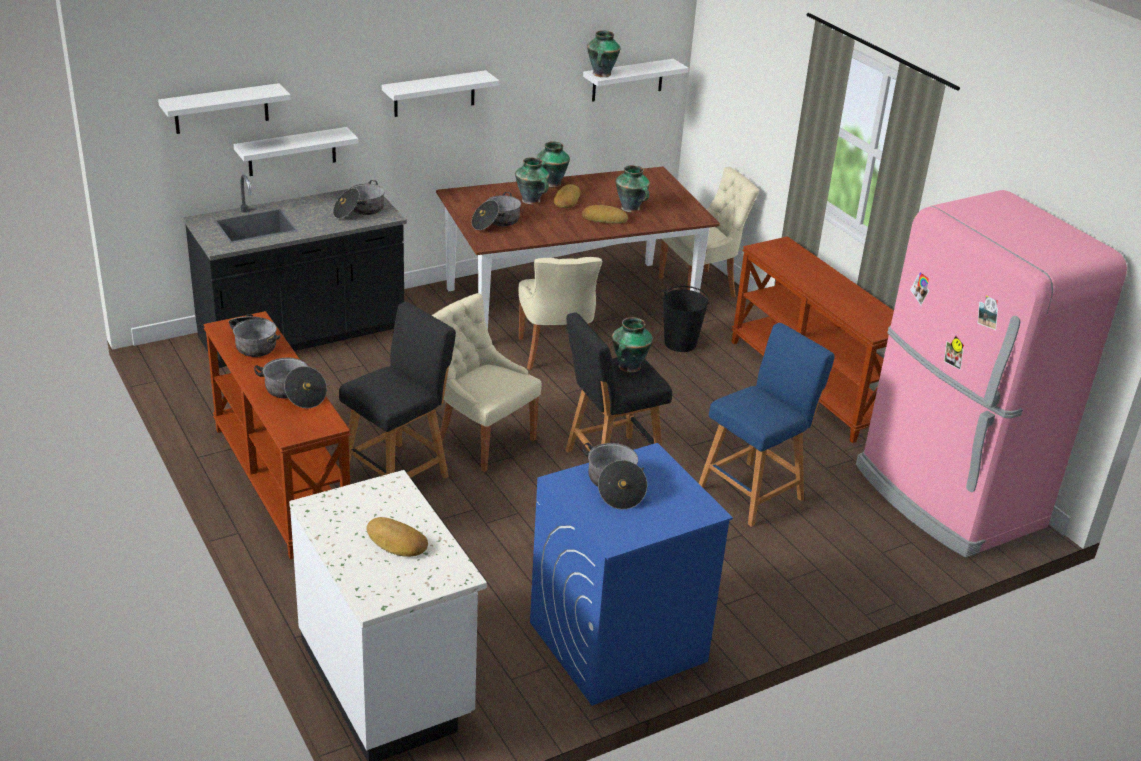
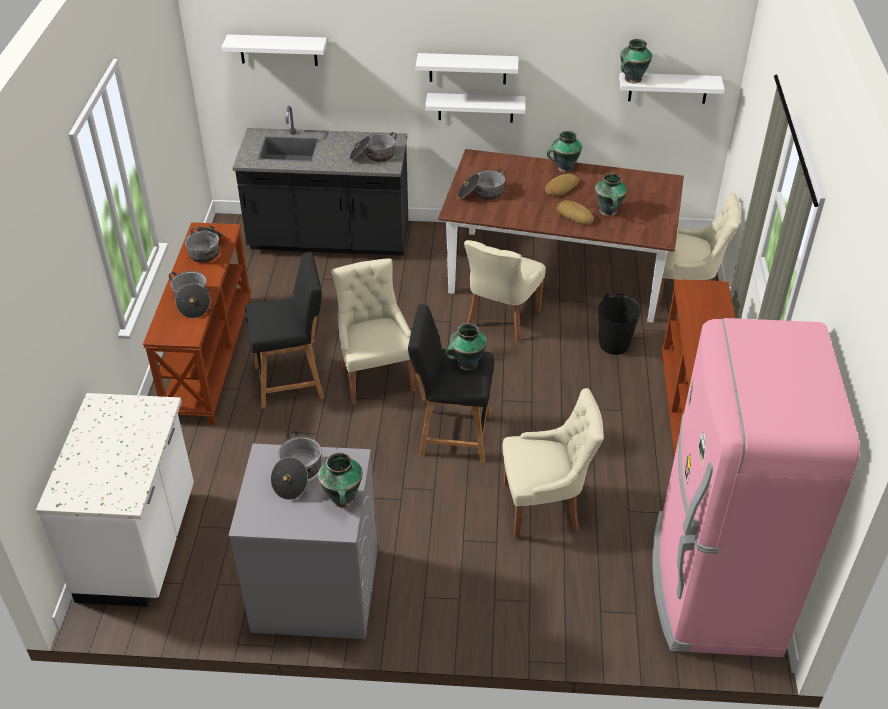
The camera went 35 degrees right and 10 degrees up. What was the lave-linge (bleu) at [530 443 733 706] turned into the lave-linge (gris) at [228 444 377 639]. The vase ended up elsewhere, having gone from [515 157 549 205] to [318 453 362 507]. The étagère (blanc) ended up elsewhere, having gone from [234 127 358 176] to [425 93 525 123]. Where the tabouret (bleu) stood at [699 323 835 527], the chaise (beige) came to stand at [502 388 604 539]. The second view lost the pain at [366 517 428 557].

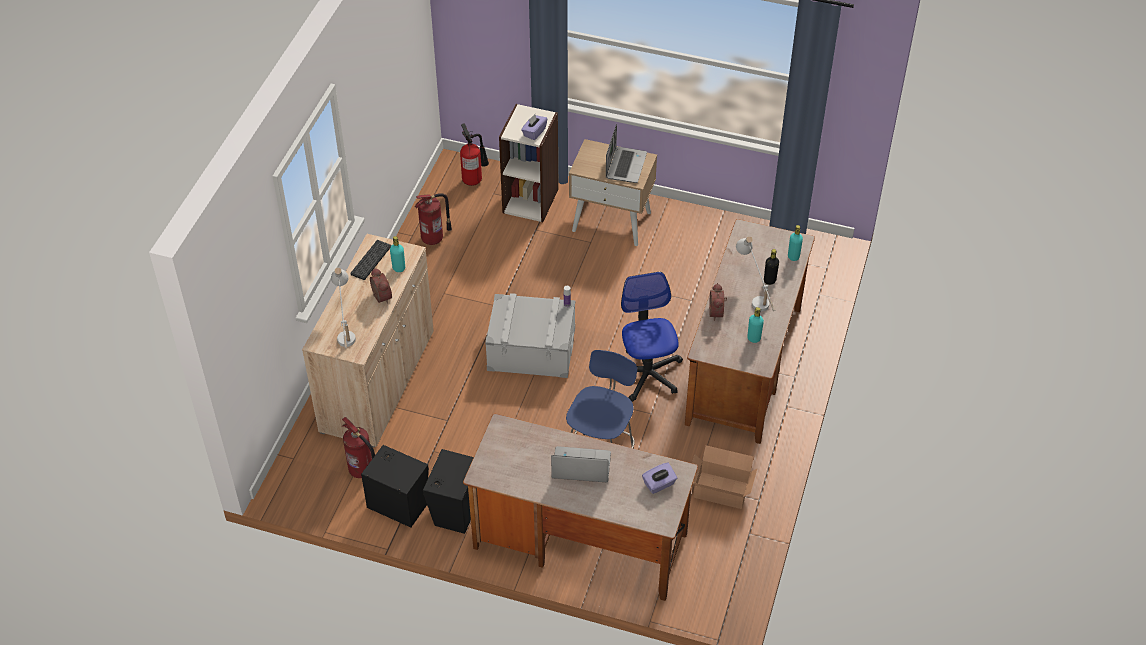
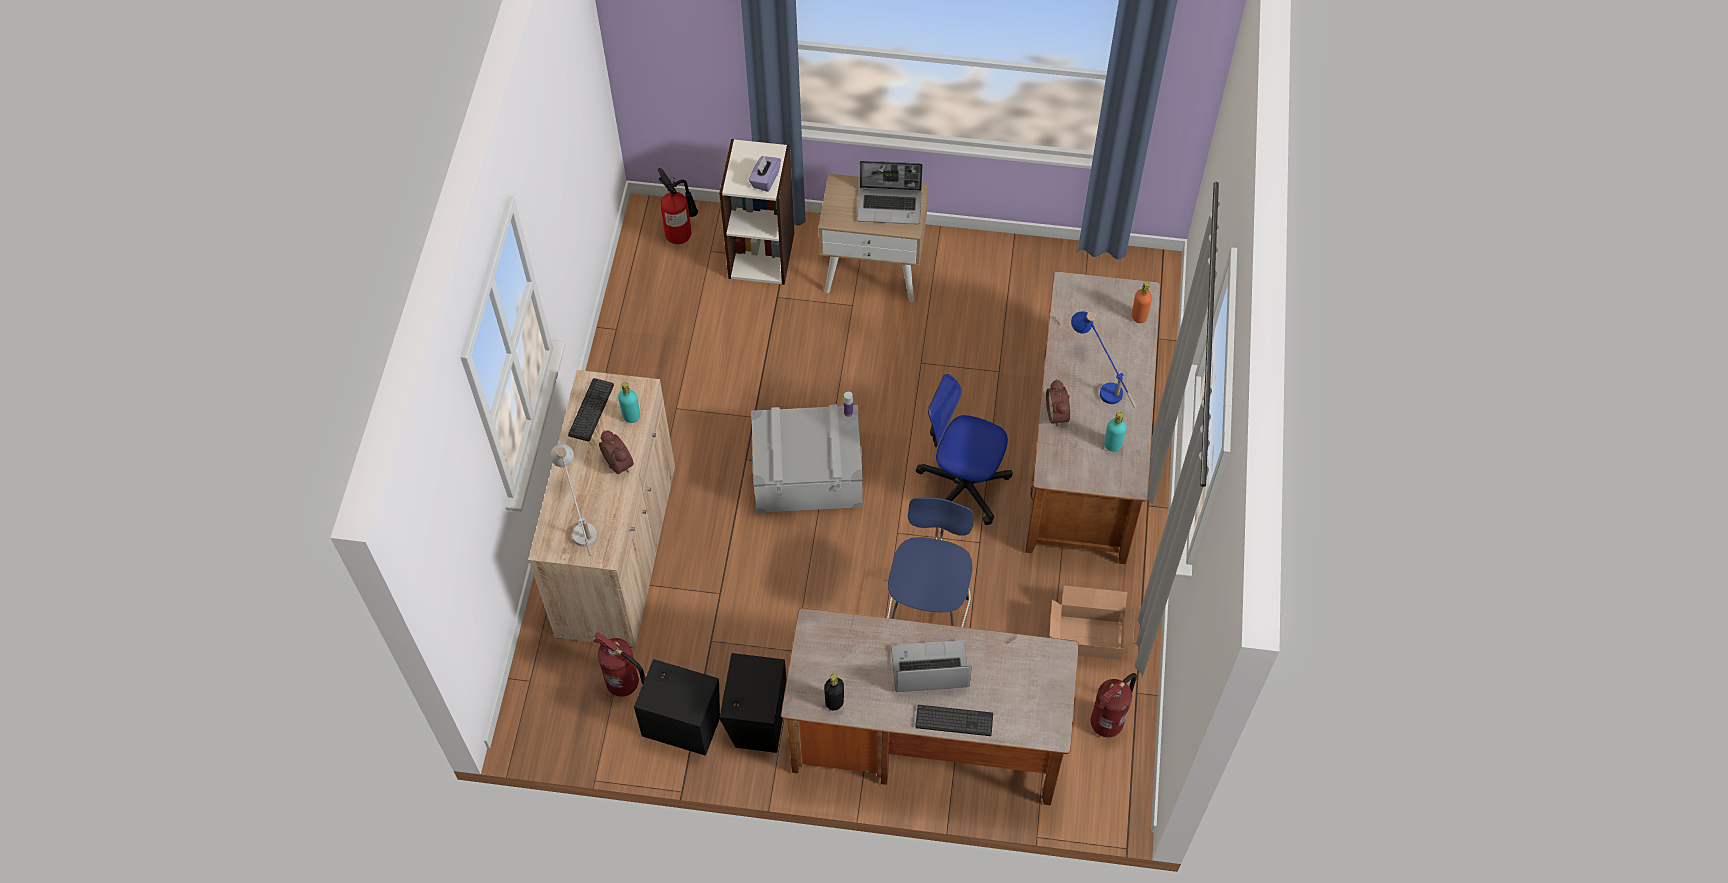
The camera went 10 degrees left and 10 degrees up. The bouteille (noir) ended up elsewhere, having gone from [764 249 779 285] to [824 674 844 711]. The ordinateur portable at [606 124 647 183] ended up facing another way, 90 degrees clockwise from before. The second view gained the clavier at [915 705 993 736]. The chaise de bureau at [621 272 683 402] ended up facing another way, 45 degrees counterclockwise from before. What was the lampe de table (blanc) at [736 236 775 312] turned into the lampe de table (bleu) at [1071 311 1136 407]. The extincteur ended up elsewhere, having gone from [415 193 452 245] to [1091 673 1137 737]. What was the bouteille (turquoise) at [788 225 803 261] turned into the bouteille (orange) at [1132 282 1152 323]. The second view lost the boîte à mouchoirs (violet) at [642 463 677 494].

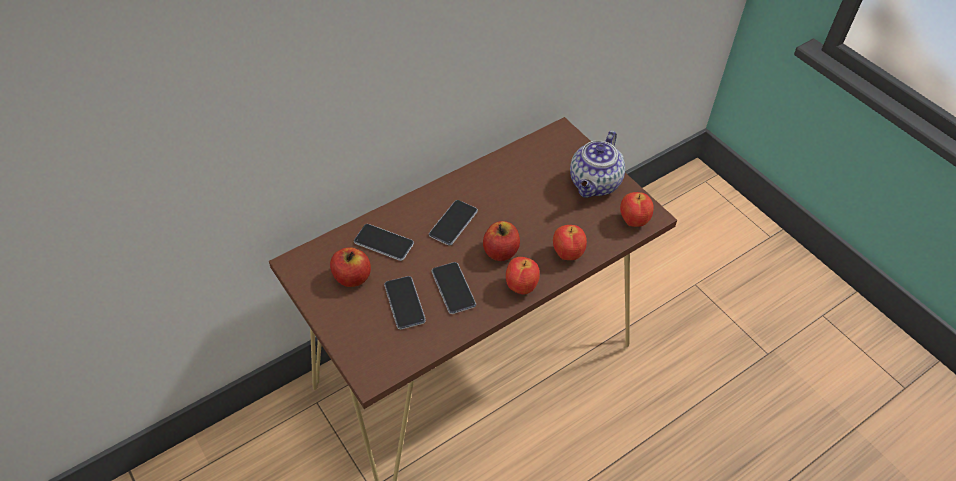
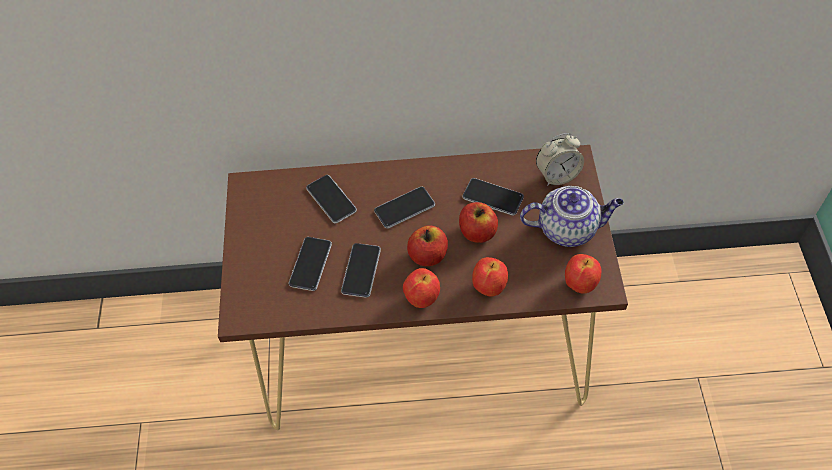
The camera went 35 degrees right and 5 degrees up. The pomme ended up elsewhere, having gone from [330 247 371 287] to [459 202 498 243]. The second view gained the téléphone at [462 178 524 216]. The théière at [570 131 625 198] ended up facing another way, 150 degrees counterclockwise from before. The second view gained the réveil at [536 133 584 186].

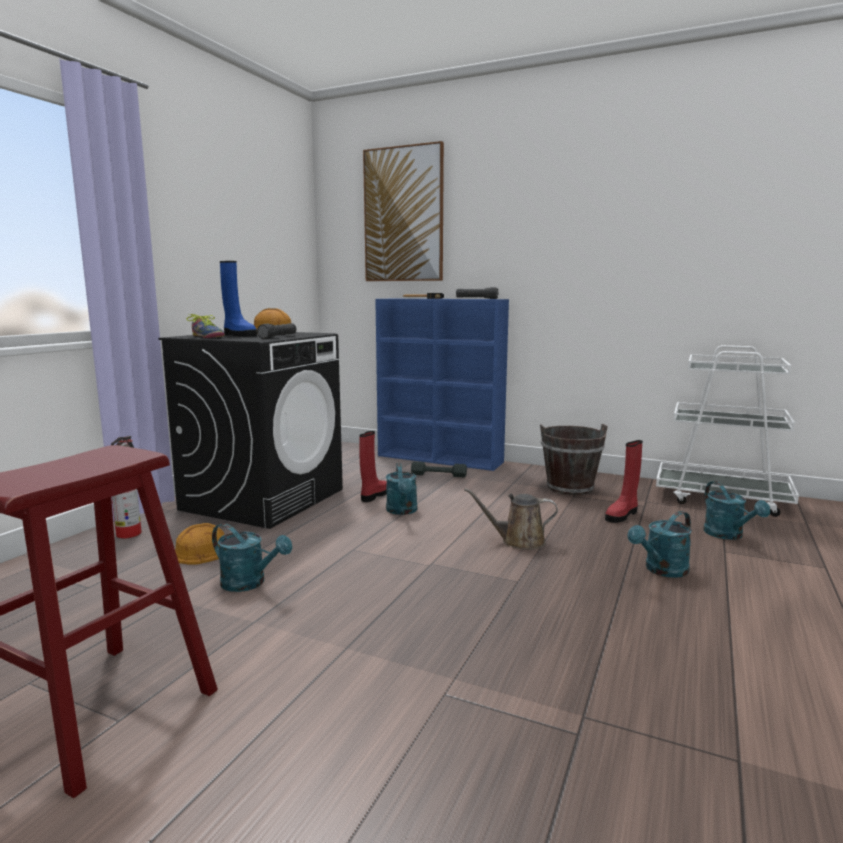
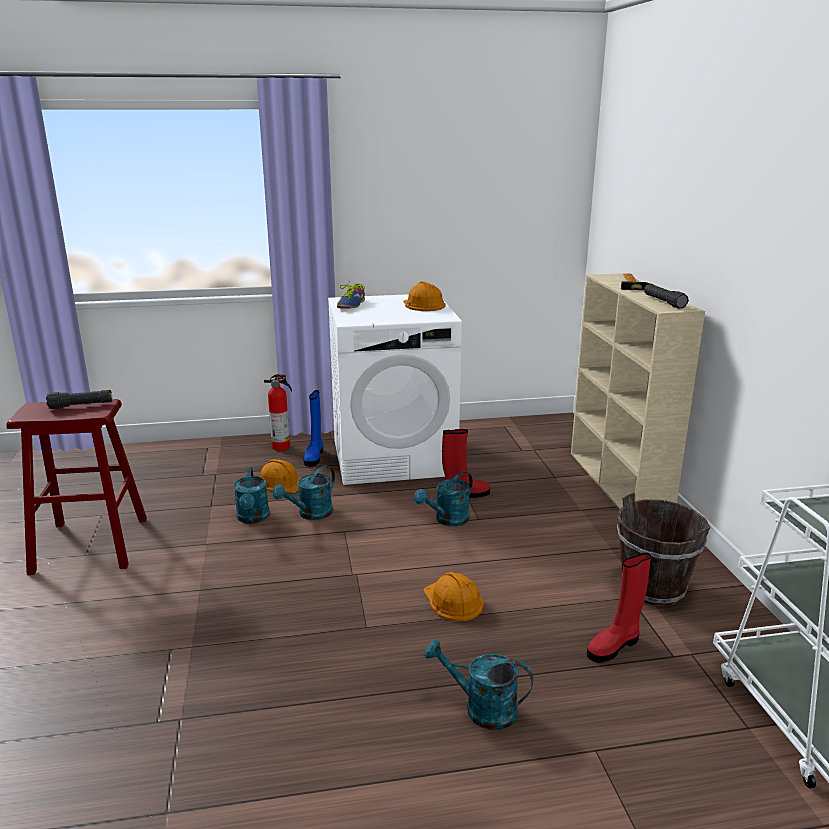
The camera went 55 degrees right and 10 degrees up. The lampe de poche (noir) ended up elsewhere, having gone from [257 323 297 339] to [46 390 112 409]. The arrosoir (turquoise) ended up elsewhere, having gone from [703 481 770 540] to [273 465 335 520]. The botte (bleu) ended up elsewhere, having gone from [220 261 257 337] to [303 390 323 467]. What was the lave-linge (noir) at [158 332 343 529] turned into the lave-linge (blanc) at [328 294 462 485]. Where the arrosoir (marron) stood at [464 488 558 550], the casque de chantier (orange) came to stand at [424 572 484 621]. What was the bibliothèque (bleu) at [375 299 509 471] turned into the bibliothèque (beige) at [571 273 705 510]. The botte (rouge) at [605 440 643 523] ended up facing another way, 45 degrees counterclockwise from before. The second view lost the tableau at [363 141 444 281]. The second view lost the haltère (gris) at [411 462 467 477].

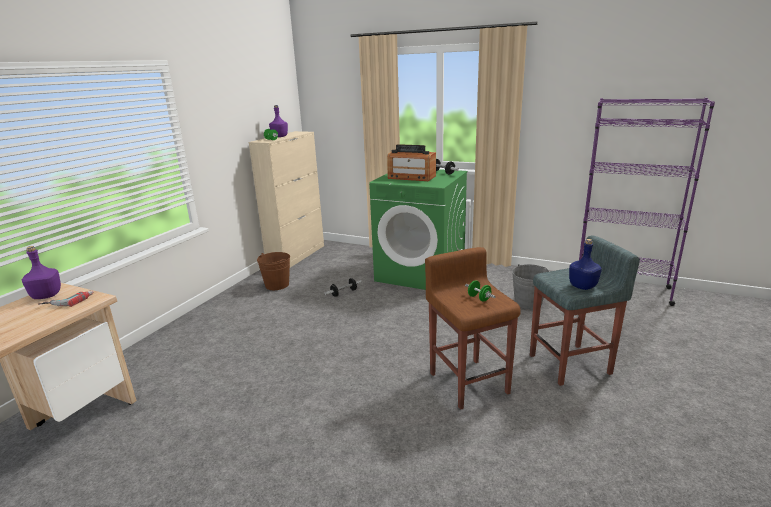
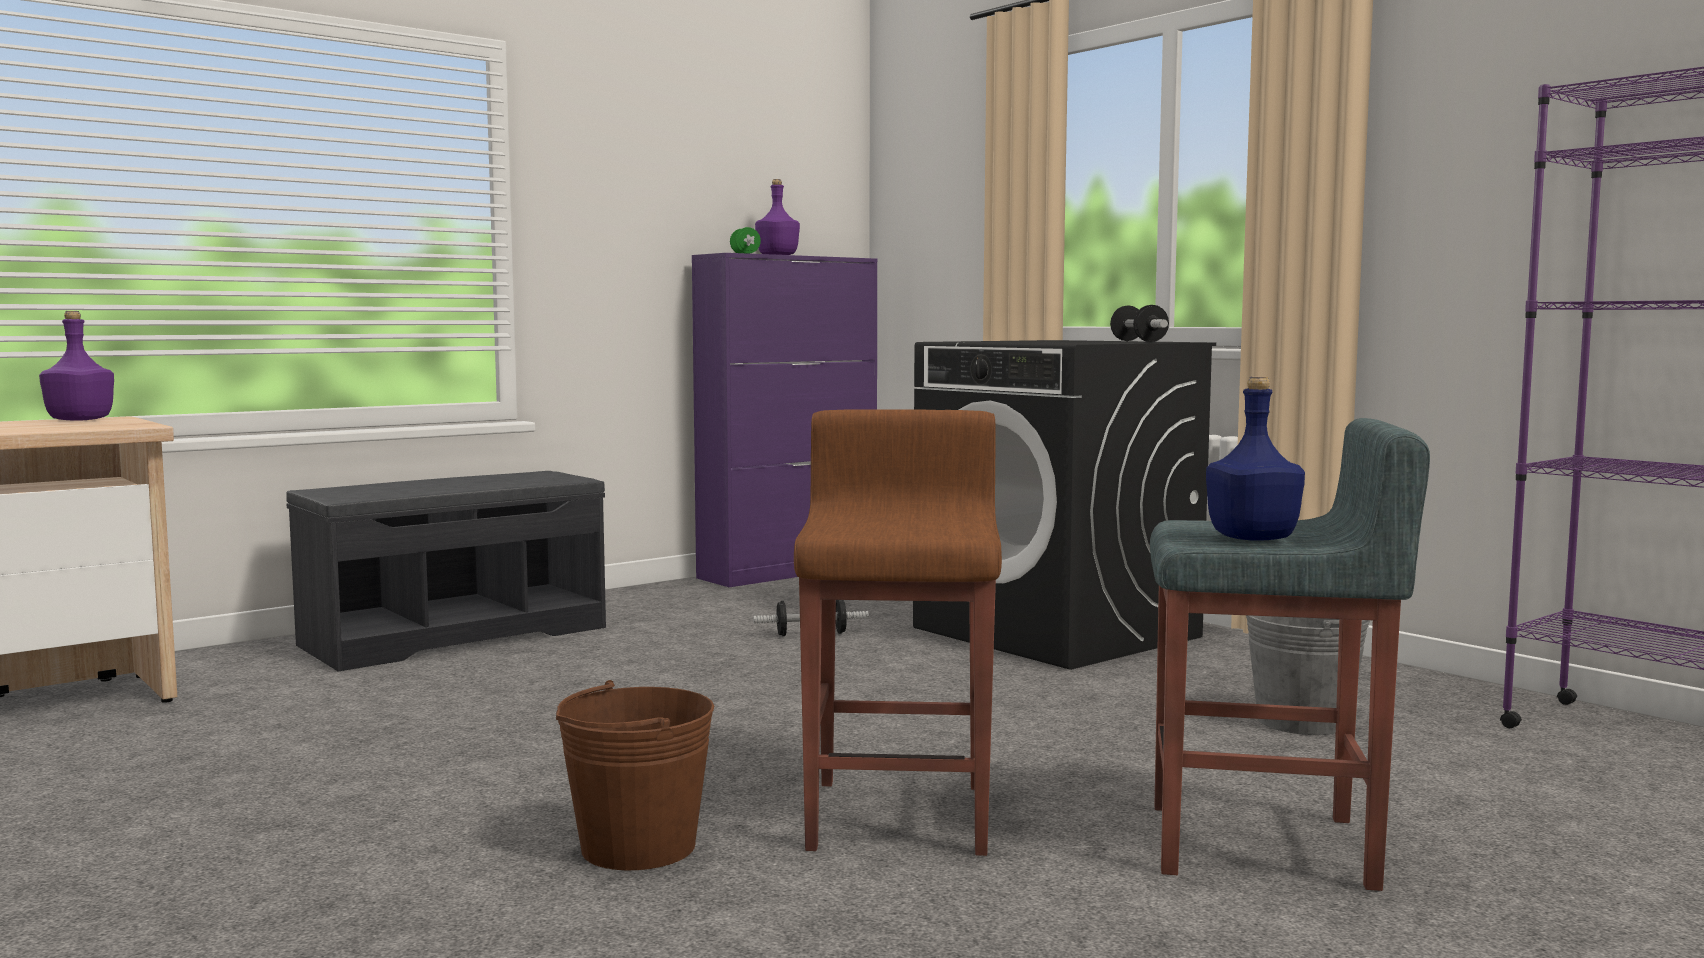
The camera went 25 degrees right and 15 degrees down. The second view gained the banc (gris) at [286 471 606 671]. The seau (marron) ended up elsewhere, having gone from [257 252 290 290] to [556 680 714 870]. What was the meuble de rangement (beige) at [249 131 324 268] turned into the meuble de rangement (violet) at [692 253 877 587]. What was the lave-linge (vert) at [369 169 468 290] turned into the lave-linge (noir) at [913 340 1216 670]. The second view lost the perceuse at [38 291 94 307]. The second view lost the radio at [387 144 436 181]. The second view lost the haltère (vert) at [465 280 495 302].

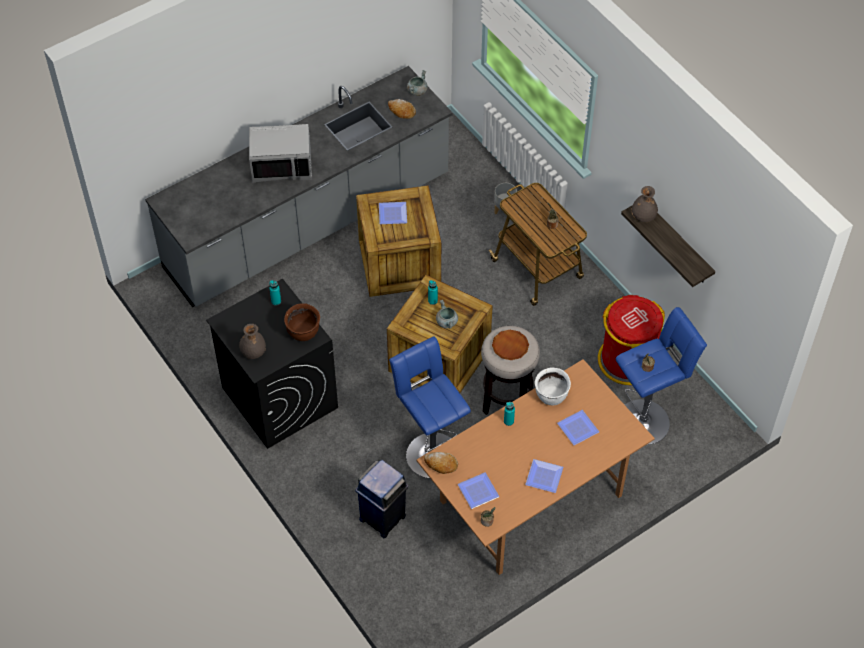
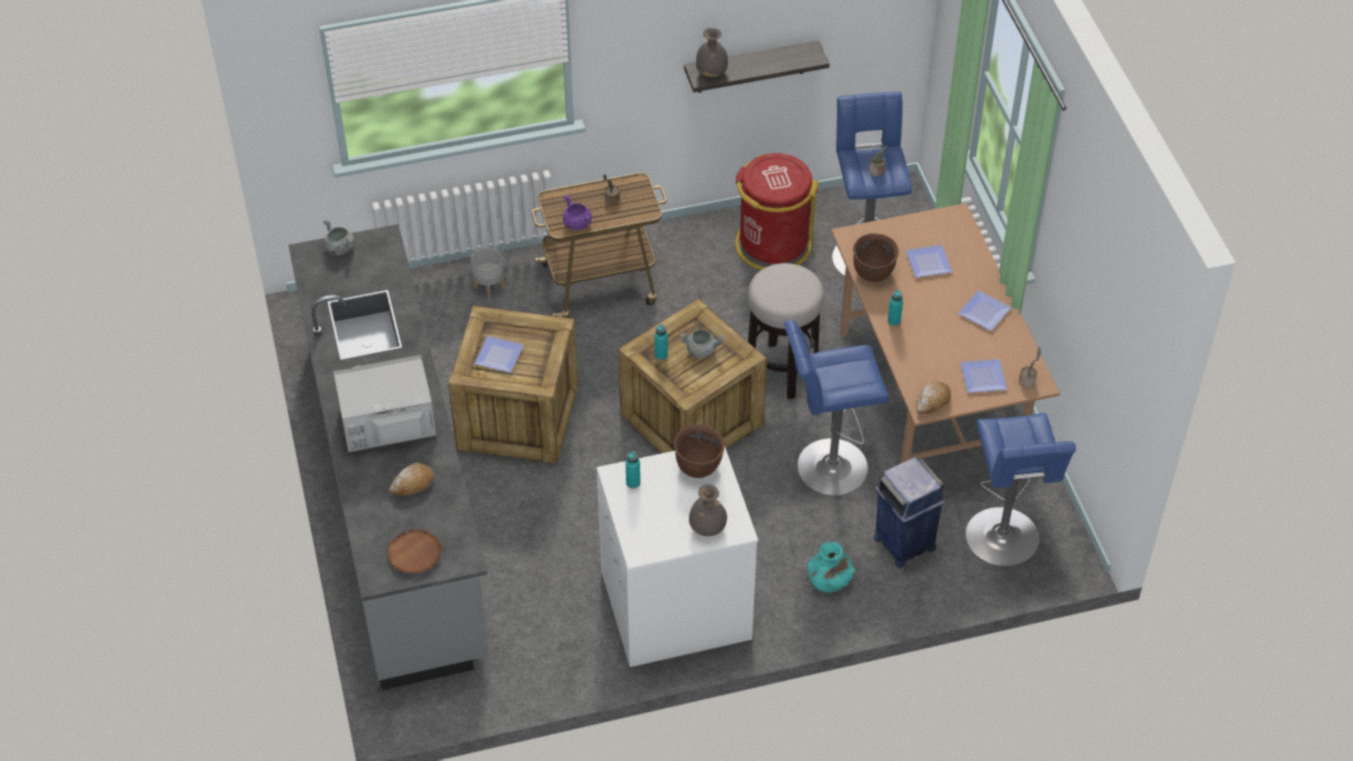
The camera went 70 degrees left and 5 degrees down. The micro-ondes (gris) at [249 124 312 183] ended up facing another way, 120 degrees counterclockwise from before. The assiette (marron) ended up elsewhere, having gone from [492 330 529 360] to [387 529 442 573]. The pain ended up elsewhere, having gone from [388 99 416 119] to [389 463 434 496]. The second view gained the marmite (violet) at [563 195 592 230]. What was the lave-linge (noir) at [206 279 338 449] turned into the lave-linge (blanc) at [596 446 758 667]. The second view gained the vase (turquoise) at [807 542 855 592]. What was the marmite (blanc) at [535 368 571 406] turned into the marmite (marron) at [853 233 899 282]. The second view gained the tabouret (bleu) at [966 413 1076 566].

